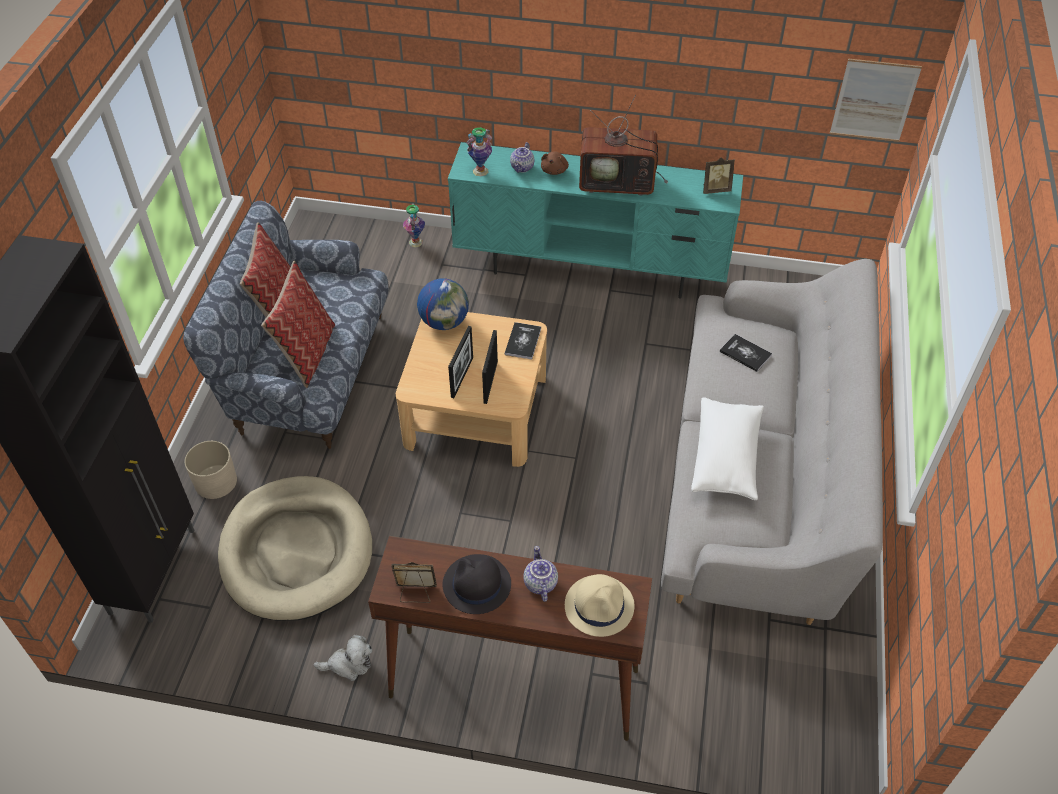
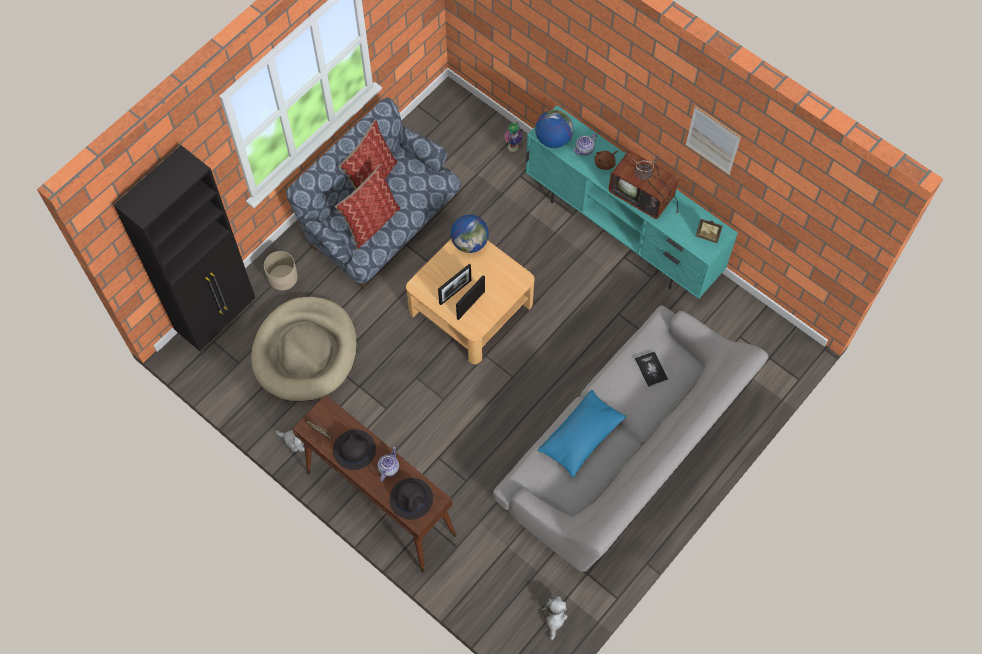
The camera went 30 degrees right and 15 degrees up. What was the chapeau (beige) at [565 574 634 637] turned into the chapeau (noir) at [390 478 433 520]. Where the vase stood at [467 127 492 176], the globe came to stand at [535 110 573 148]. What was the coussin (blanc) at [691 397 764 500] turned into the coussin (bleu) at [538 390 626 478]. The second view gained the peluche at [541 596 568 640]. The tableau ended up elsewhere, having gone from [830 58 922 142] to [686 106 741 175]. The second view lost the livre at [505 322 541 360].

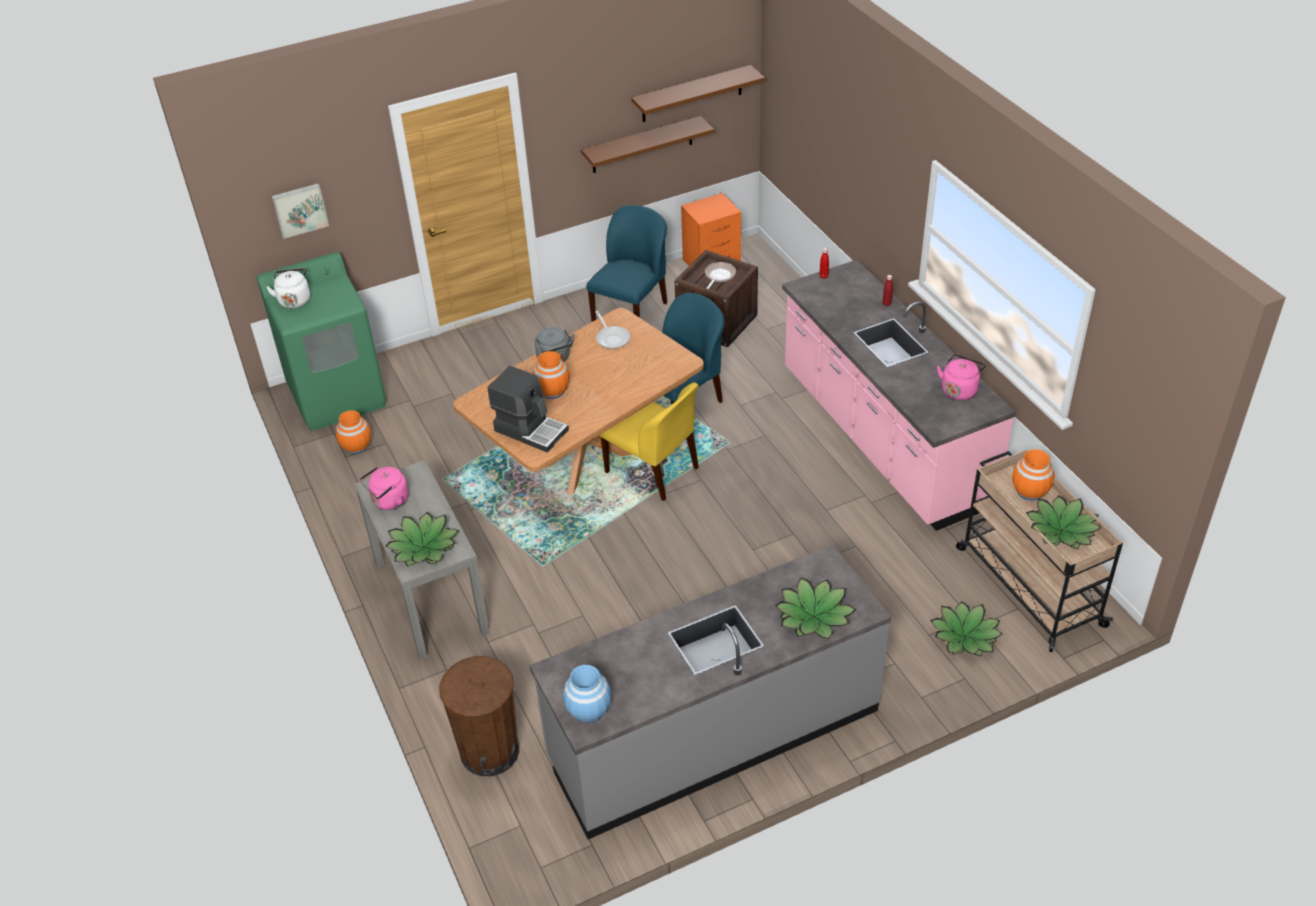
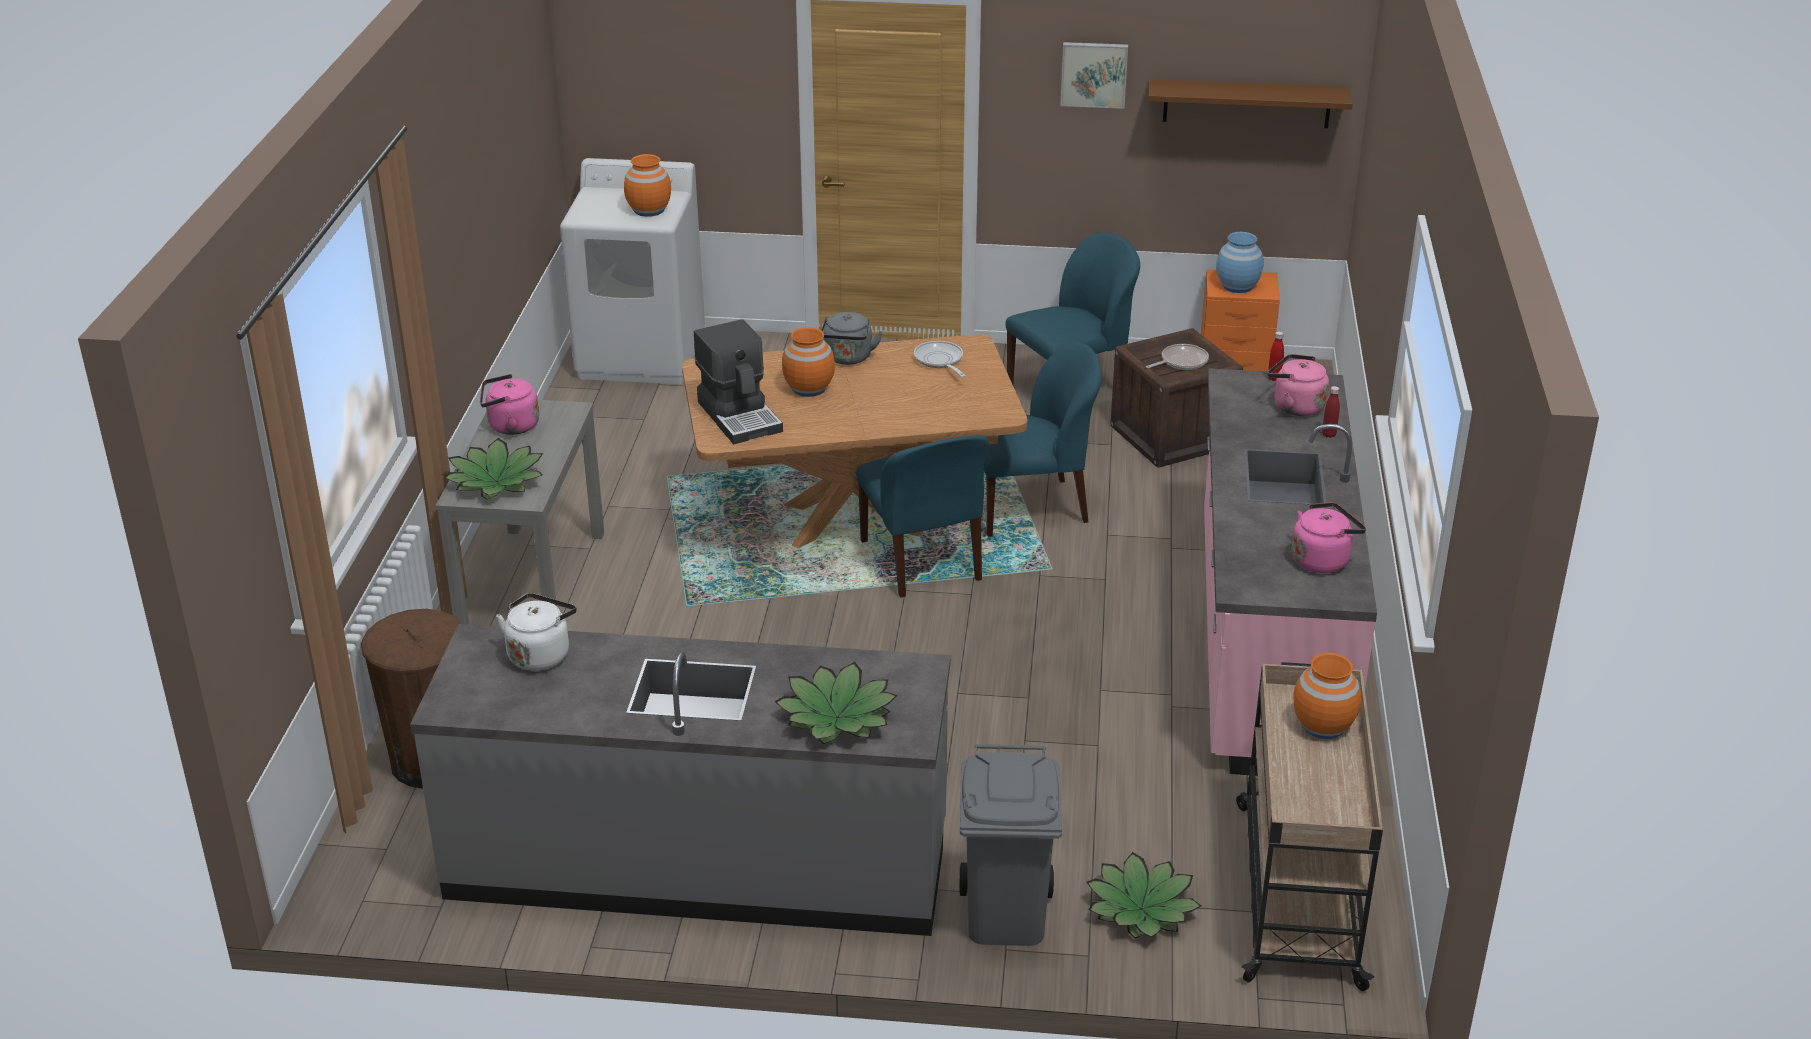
The camera went 30 degrees right and 10 degrees down. The bouilloire (blanc) ended up elsewhere, having gone from [266 268 310 308] to [496 593 577 671]. What was the lave-linge (vert) at [256 252 386 431] turned into the lave-linge (blanc) at [560 158 705 384]. The vase (orange) ended up elsewhere, having gone from [336 410 371 454] to [624 154 671 217]. What was the chaise (jaune) at [600 382 699 501] turned into the chaise (bleu) at [856 435 989 598]. The poêle at [595 311 630 349] ended up facing another way, 150 degrees clockwise from before. The second view gained the poubelle (gris) at [959 744 1062 946]. The tableau ended up elsewhere, having gone from [272 183 329 239] to [1060 42 1128 109]. The vase (bleu) ended up elsewhere, having gone from [563 665 611 723] to [1216 232 1264 293]. The second view gained the bouilloire (rose) at [1268 354 1329 416]. The second view lost the étagère (marron) at [581 116 715 173]. The second view lost the plante en pot at [1026 496 1102 549].

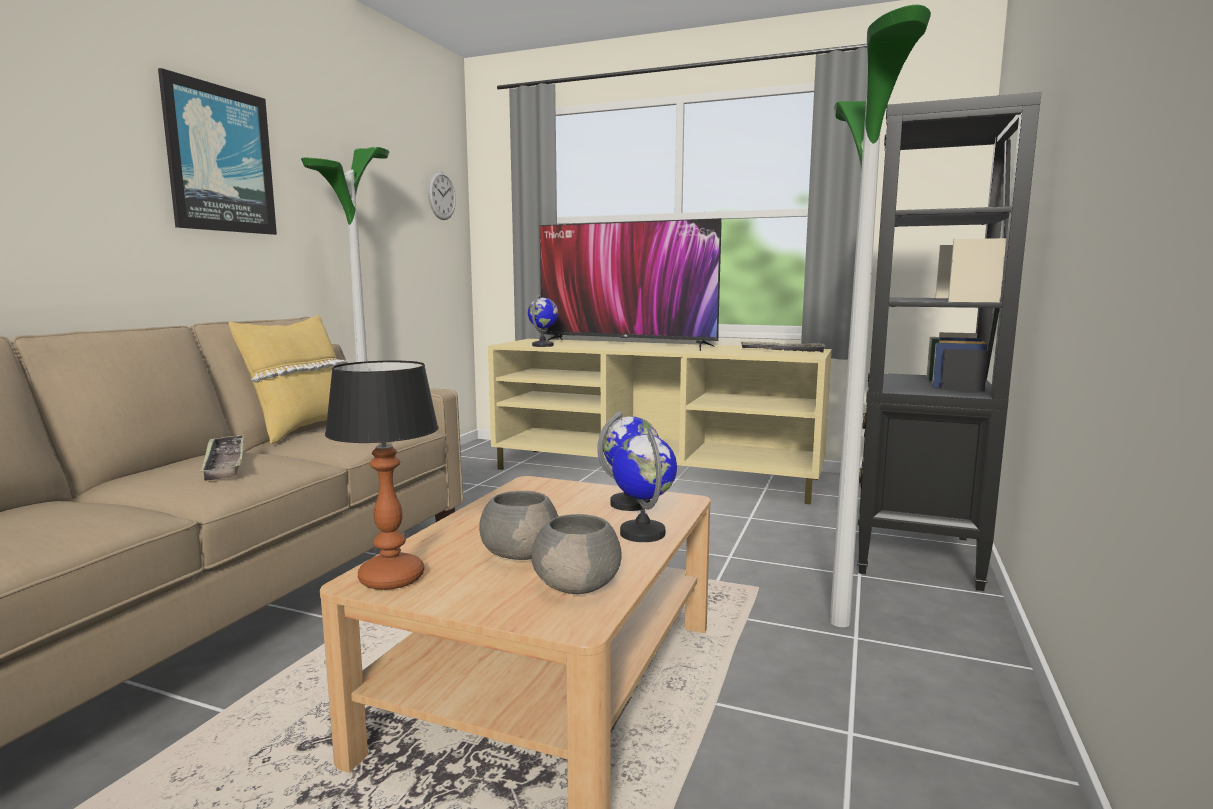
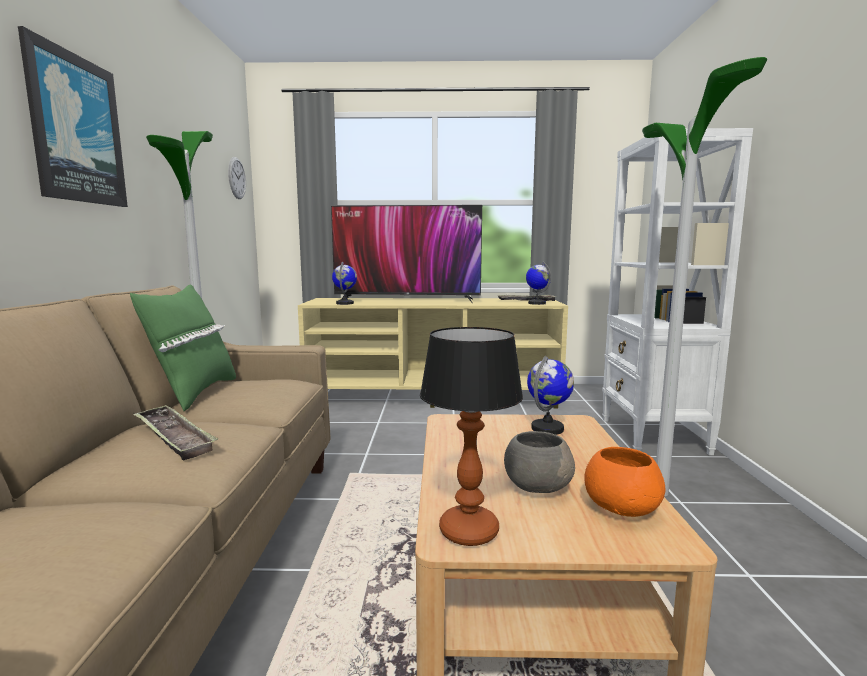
The camera went 20 degrees left and 0 degrees up. What was the coussin (jaune) at [229 316 347 444] turned into the coussin (vert) at [130 285 236 411]. The globe ended up elsewhere, having gone from [612 430 677 542] to [526 262 551 305]. What was the bol (gris) at [531 514 621 594] turned into the bol (orange) at [585 447 666 517]. What was the bibliothèque (noir) at [857 92 1041 591] turned into the bibliothèque (blanc) at [602 128 753 455].

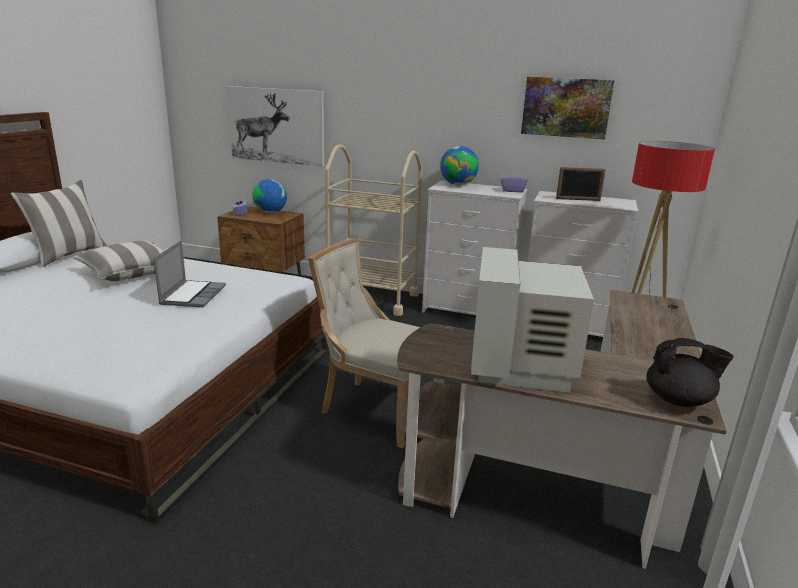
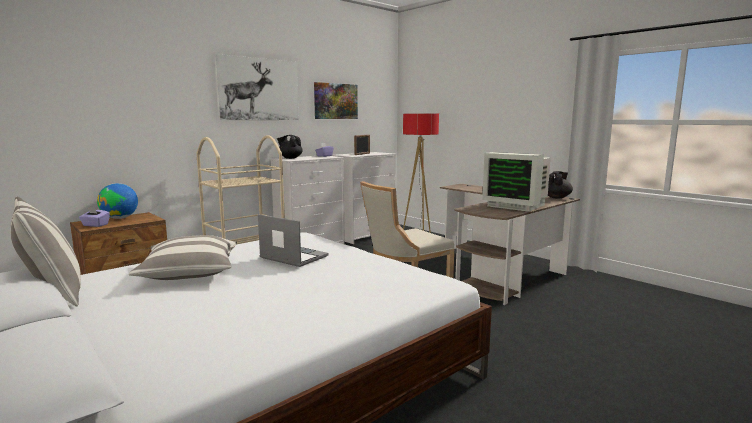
The camera went 60 degrees left and 10 degrees down. The tableau ended up elsewhere, having gone from [227 86 324 167] to [214 54 299 120]. Where the globe stood at [440 146 479 185], the théière (noir) came to stand at [277 135 303 159].

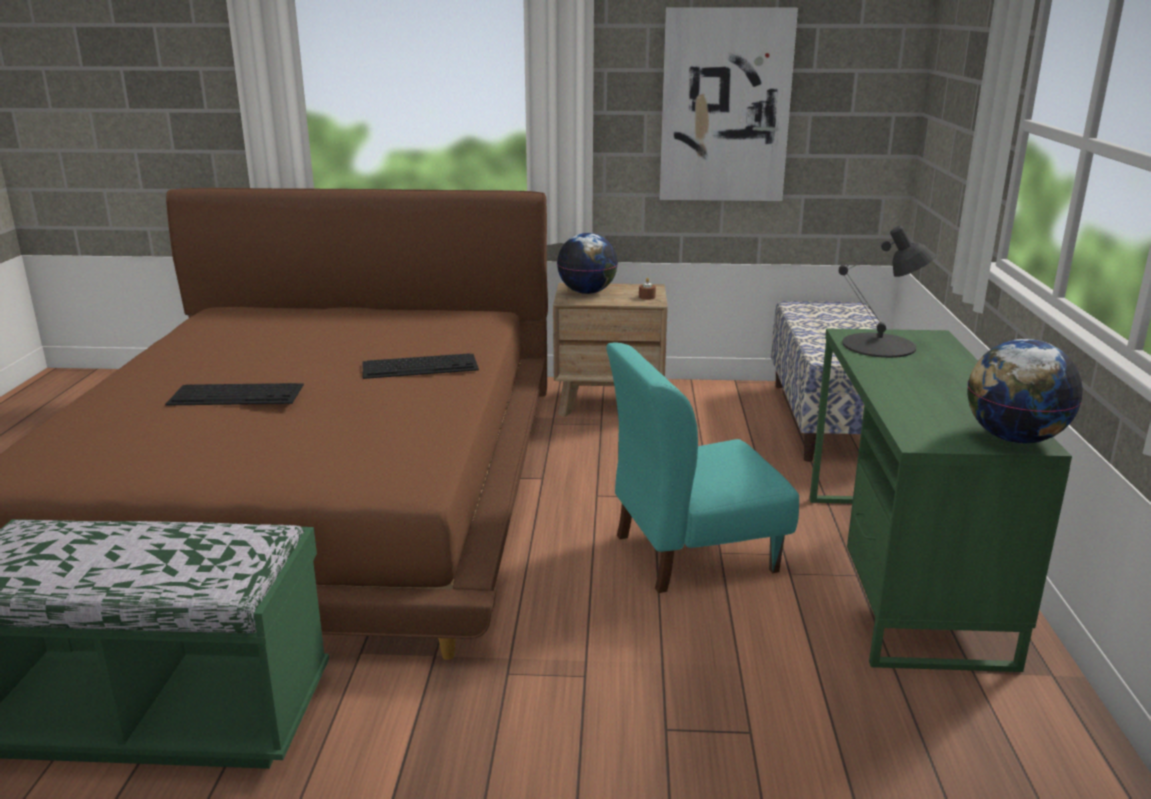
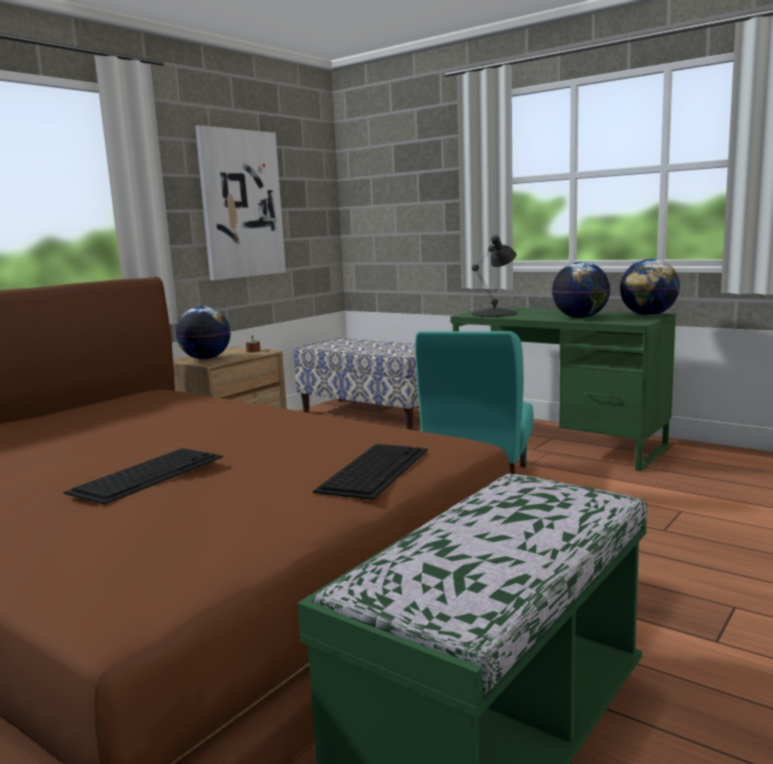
The camera went 55 degrees left and 10 degrees down. The clavier ended up elsewhere, having gone from [362 353 479 379] to [313 444 428 500]. The second view gained the globe at [552 262 611 318].

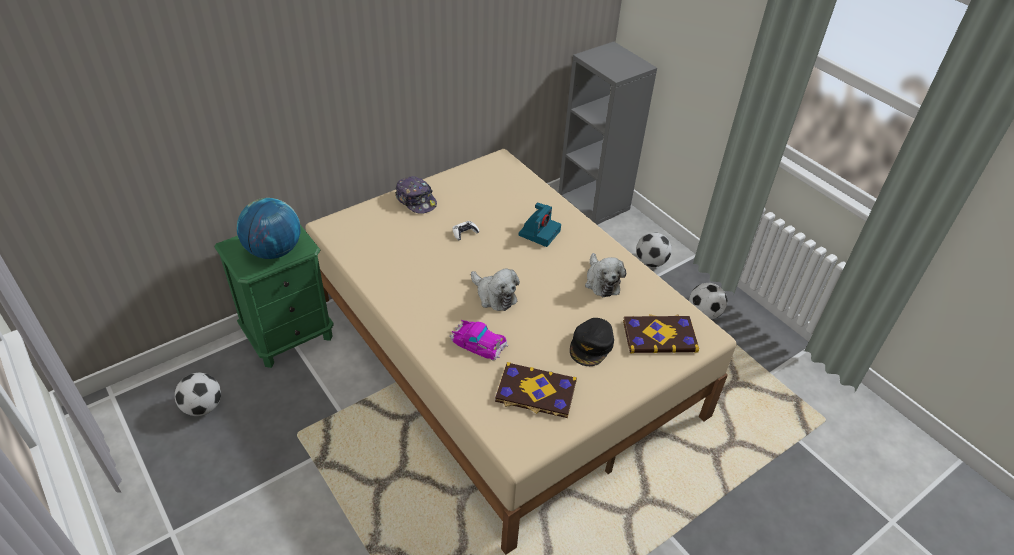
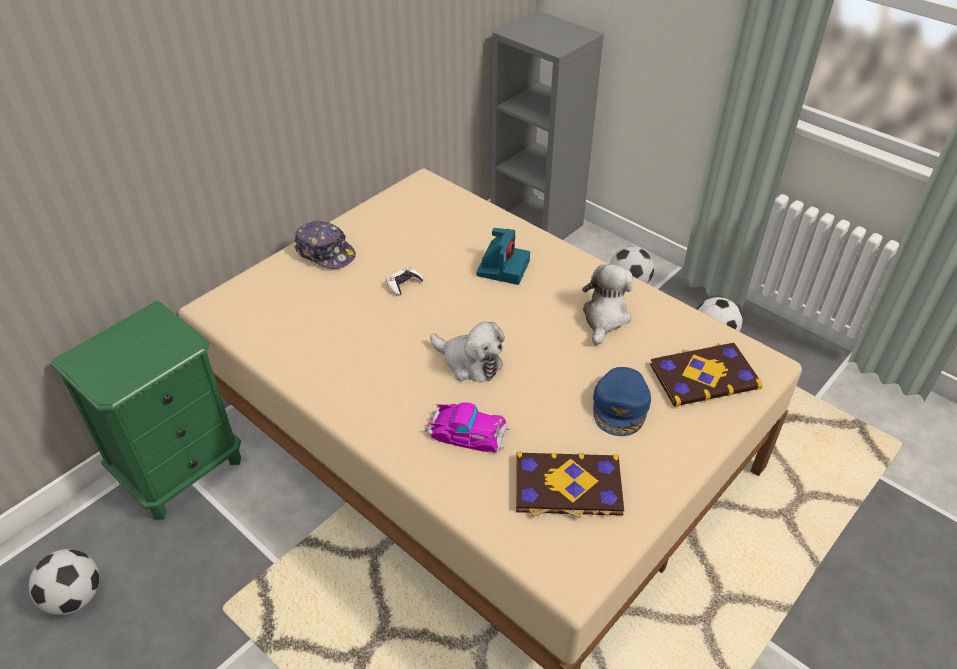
The camera went 10 degrees left and 0 degrees up. The peluche at [585 253 626 297] ended up facing another way, 135 degrees counterclockwise from before. What was the casquette (noir) at [570 318 614 366] turned into the casquette (bleu) at [593 367 651 436]. The second view lost the globe at [237 198 301 259].

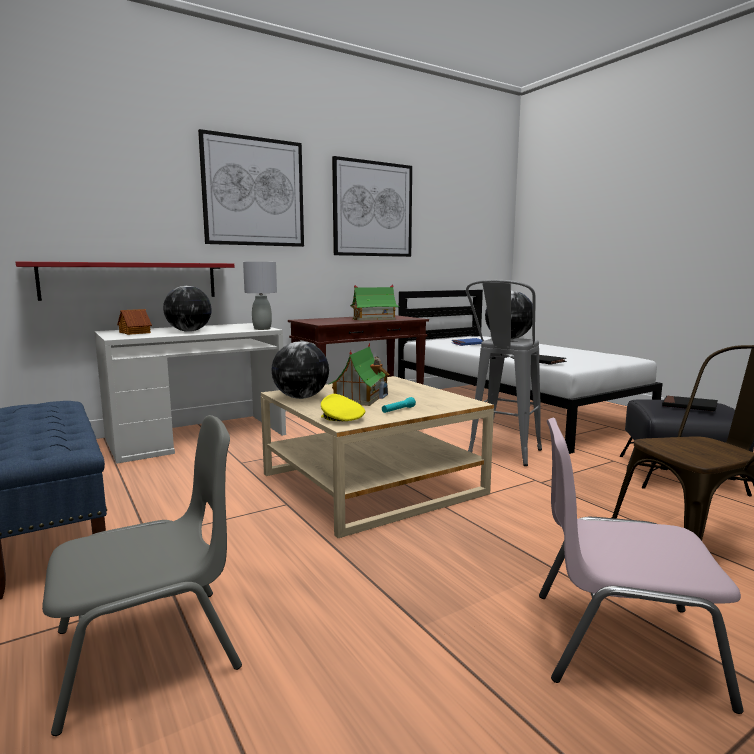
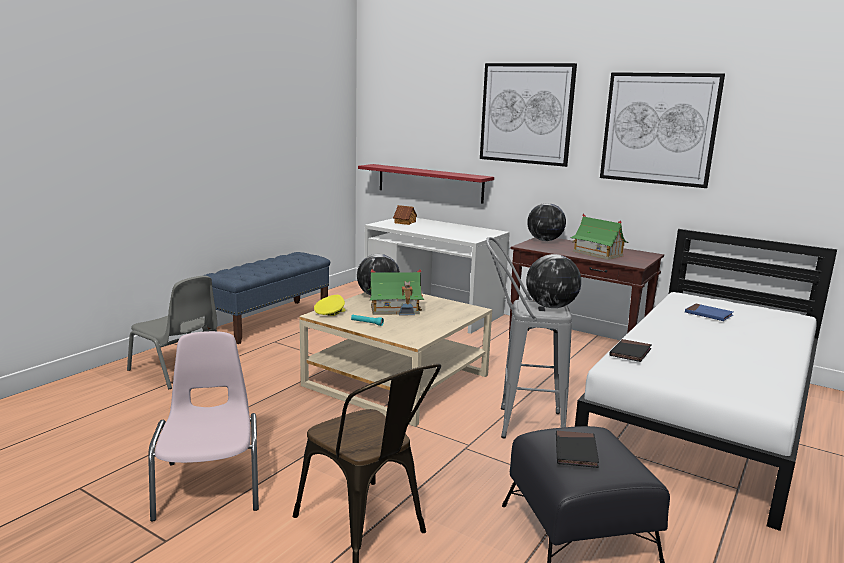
The camera went 65 degrees right and 5 degrees up. The globe ended up elsewhere, having gone from [163 286 212 332] to [527 203 566 241]. The second view lost the lampe de table (gris) at [243 262 277 330].

